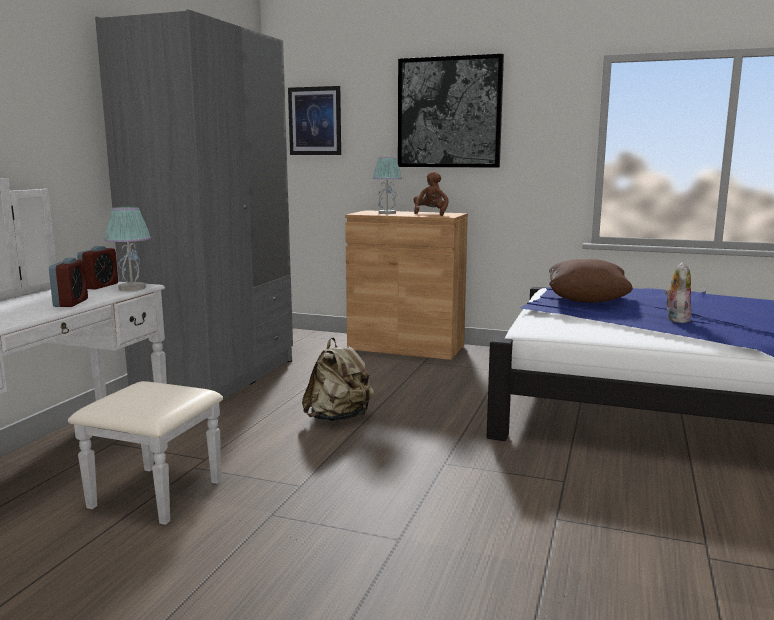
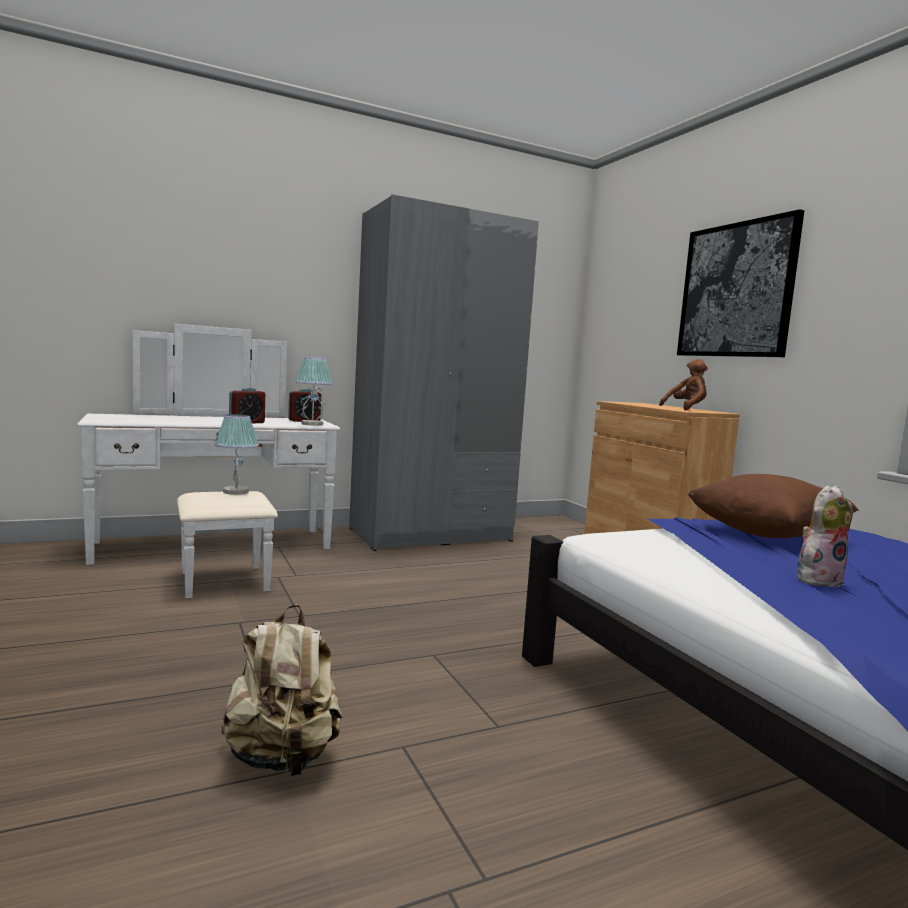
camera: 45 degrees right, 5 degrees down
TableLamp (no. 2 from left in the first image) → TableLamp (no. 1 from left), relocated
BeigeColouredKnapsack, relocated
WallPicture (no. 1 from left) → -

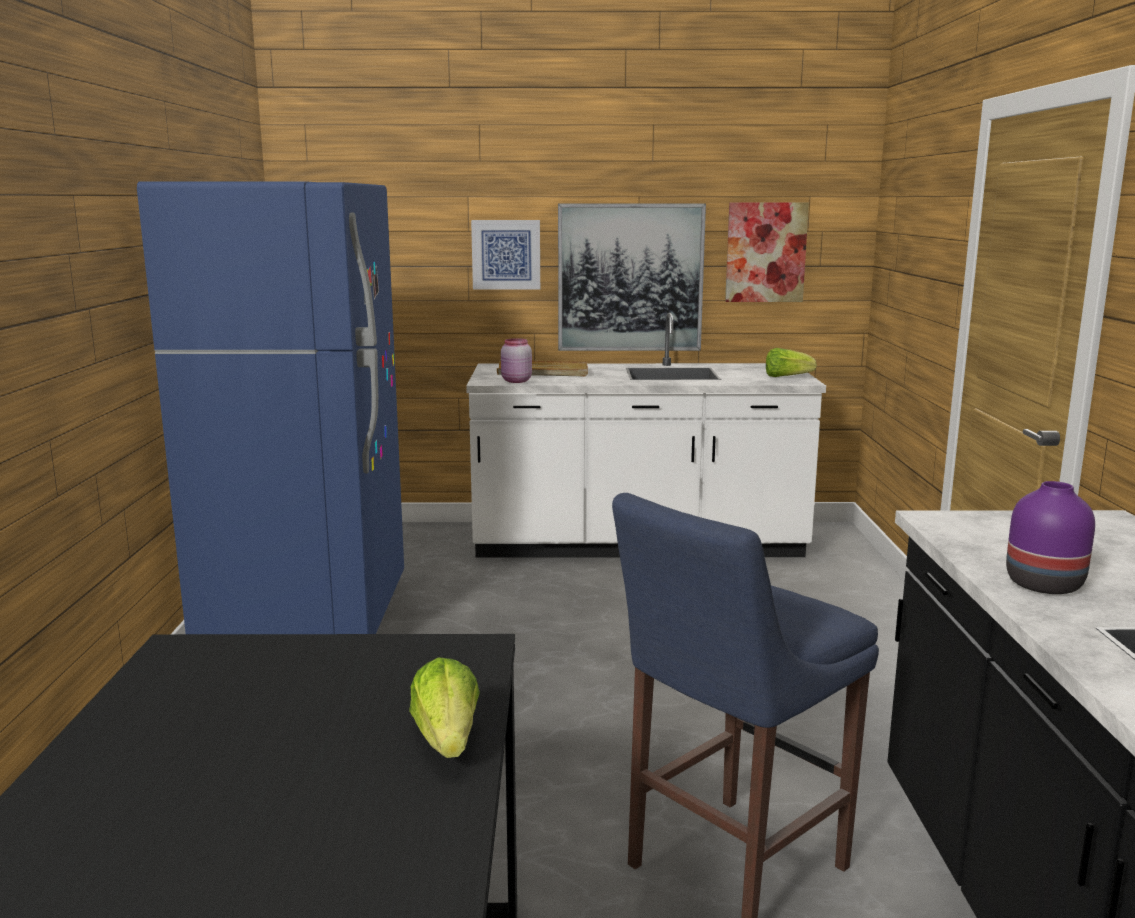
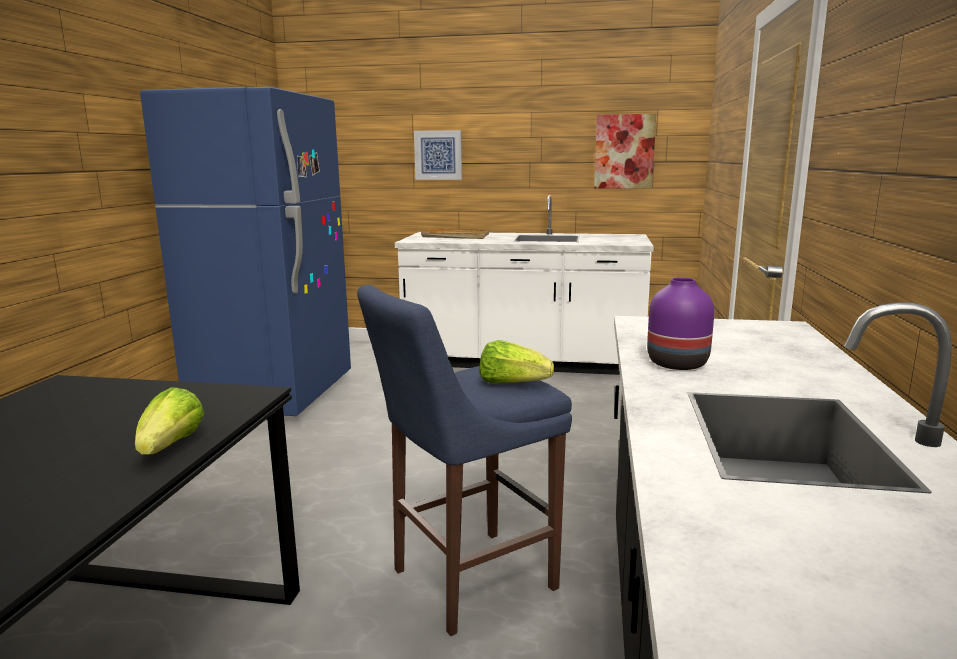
camera: 10 degrees right, 0 degrees up
HeadOfLettuce (no. 2 from left), relocated
PinkPreserveJar → -
WallPicture (no. 2 from left) → -

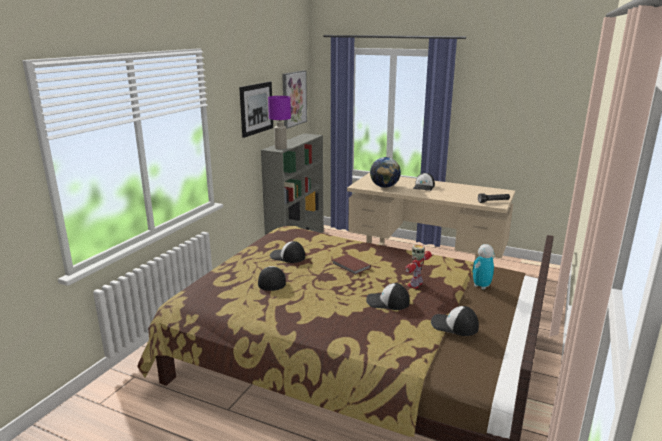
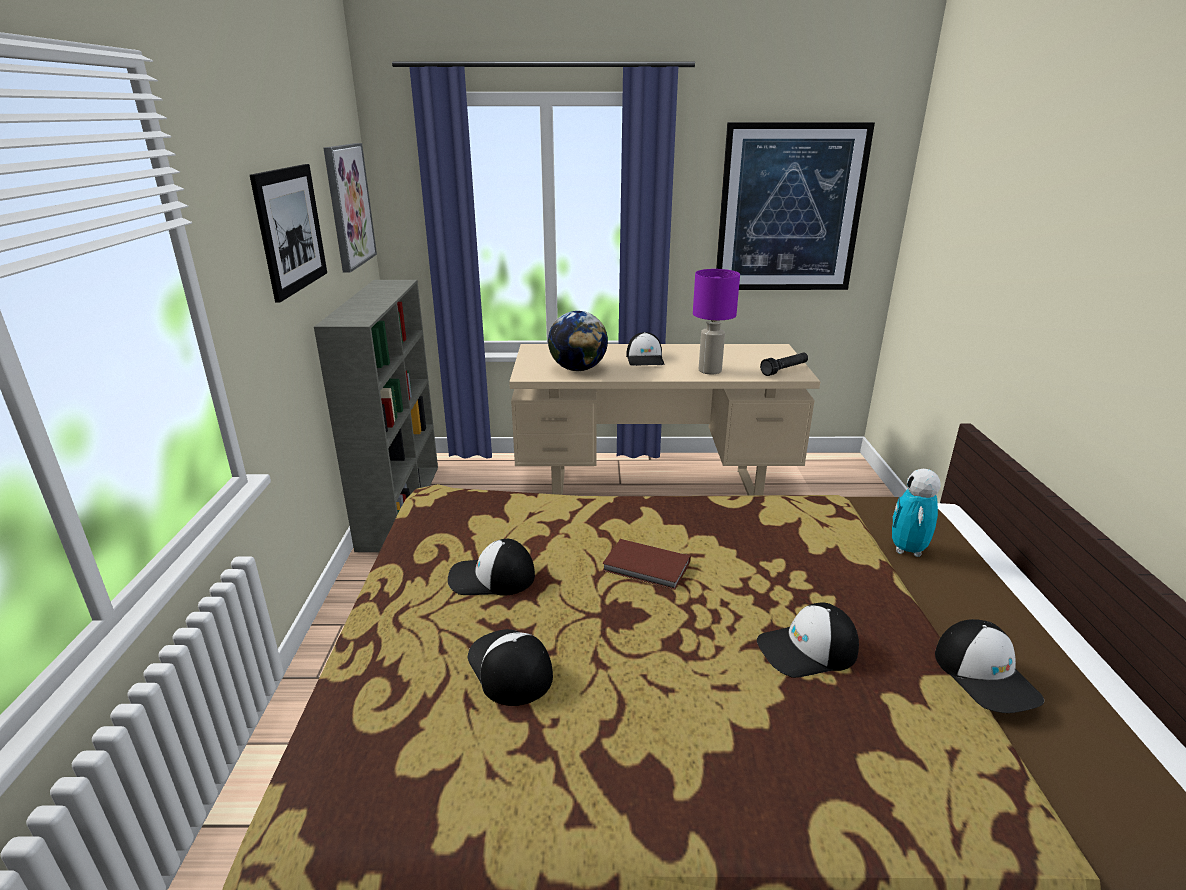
camera: 25 degrees left, 5 degrees up
PurpleColouredTableLamp, relocated
- → WallPicture (no. 3 from left)
PeakedCap (no. 5 from left), 105 degrees counterclockwise
ModelRobot (no. 1 from left) → -

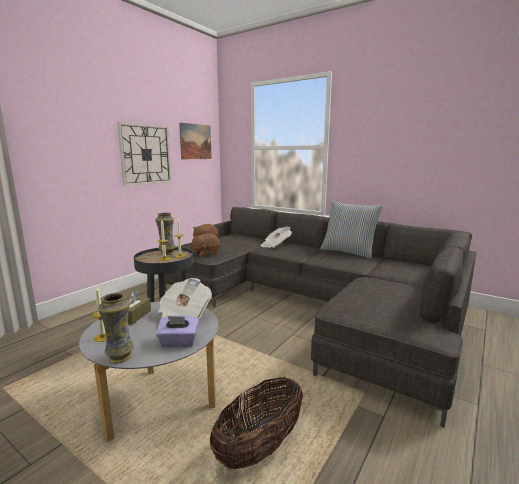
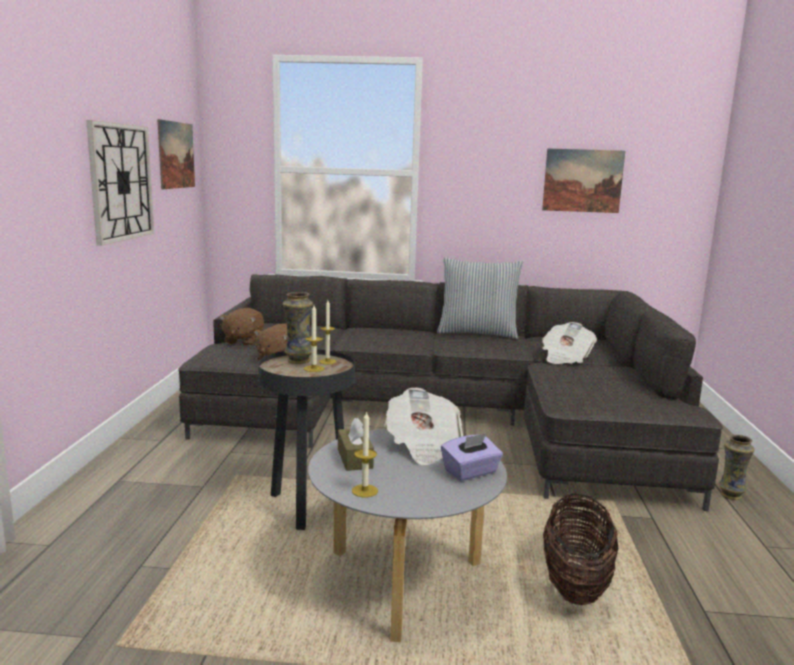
camera: 30 degrees left, 0 degrees up
- → WallPicture (no. 2 from left)
PrintedPaper (no. 2 from left), relocated
Vase (no. 1 from left in the first image) → Vase (no. 2 from left), relocated

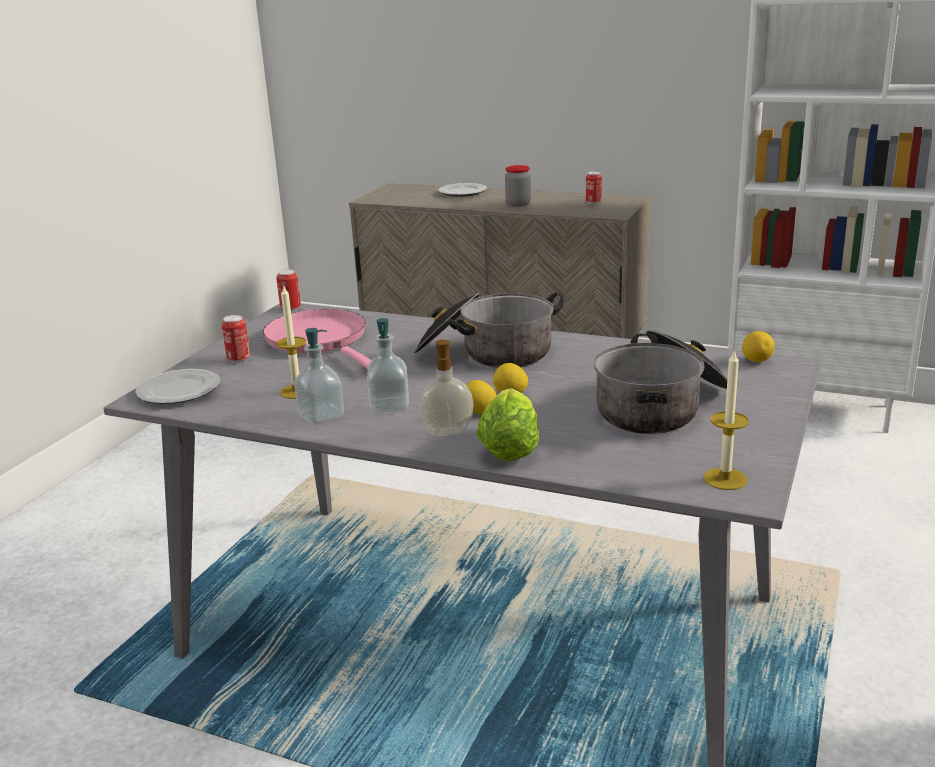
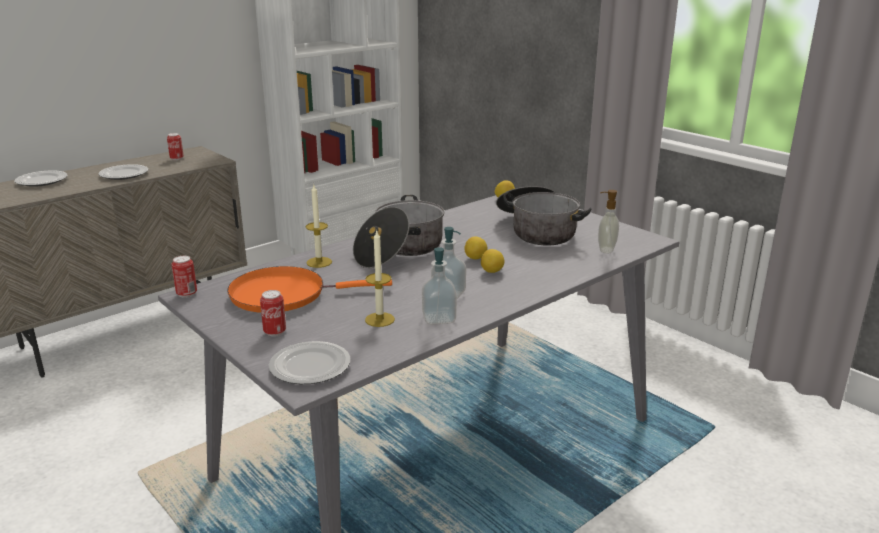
camera: 65 degrees left, 0 degrees up
PreserveJar → Plate (no. 2 from left)
PinkPan → OrangePan
Candle (no. 2 from left in the first image) → Candle (no. 1 from left), relocated
LiquidSoapBottle (no. 3 from left), relocated
HeadOfLettuce → -

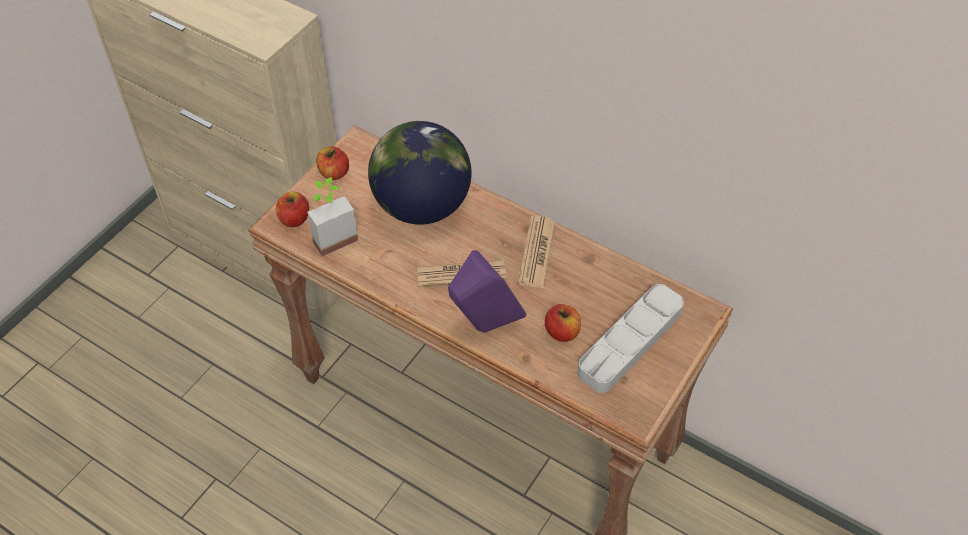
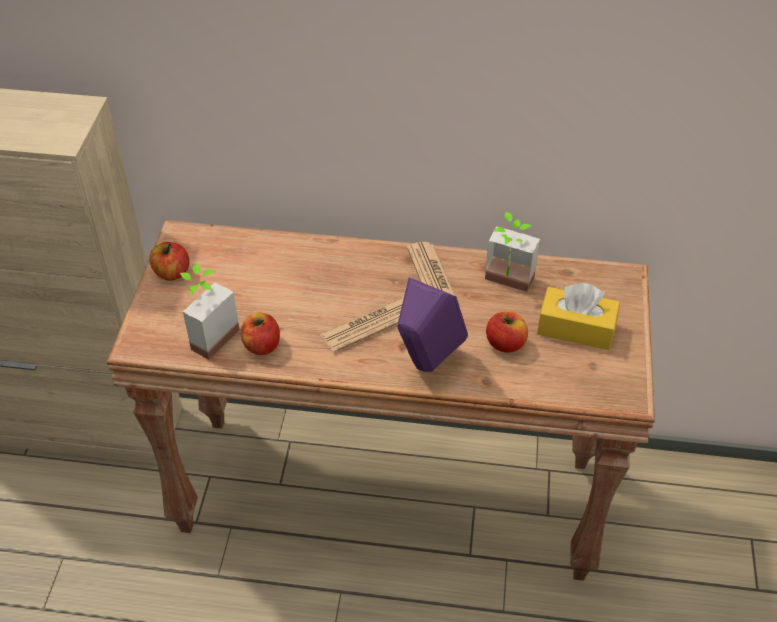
camera: 25 degrees left, 5 degrees down
WholeApple (no. 1 from left in the first image) → WholeApple (no. 2 from left), relocated
- → Houseplant (no. 2 from left)
GreyishTray → YellowTissueBox
WorldGlobe → -

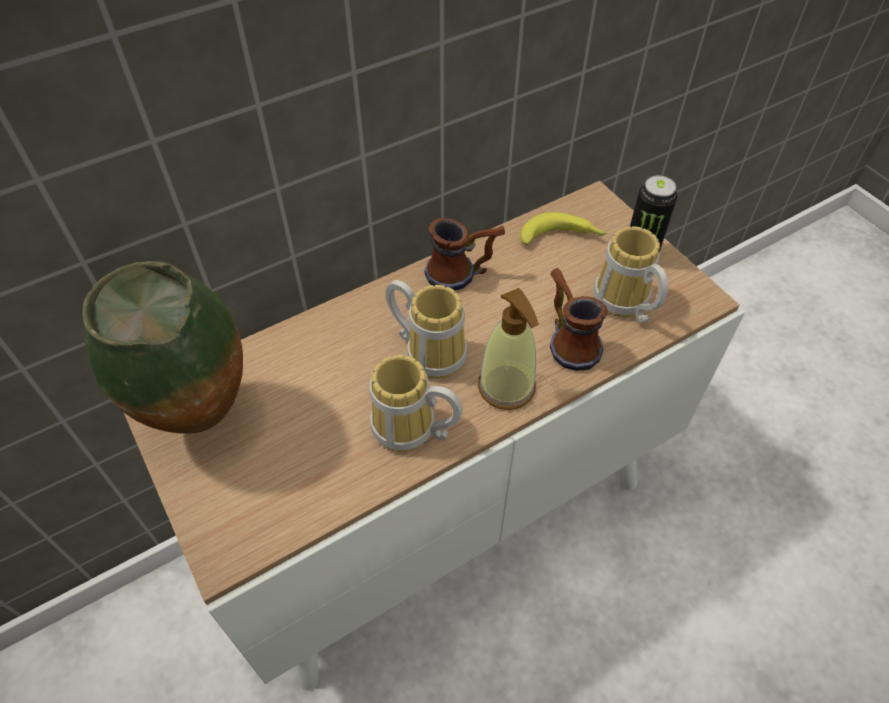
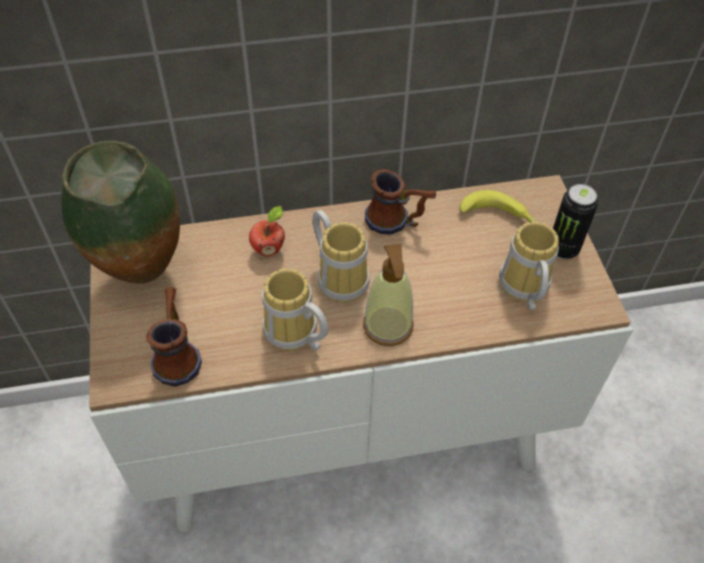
camera: 20 degrees right, 0 degrees up
CoffeeMug (no. 4 from left in the first image) → CoffeeMug (no. 1 from left), relocated
- → WholeApple

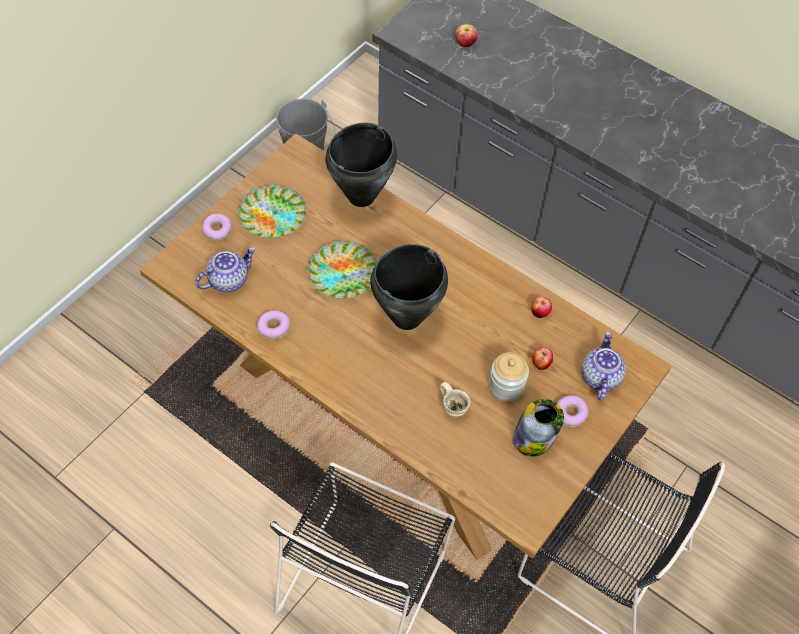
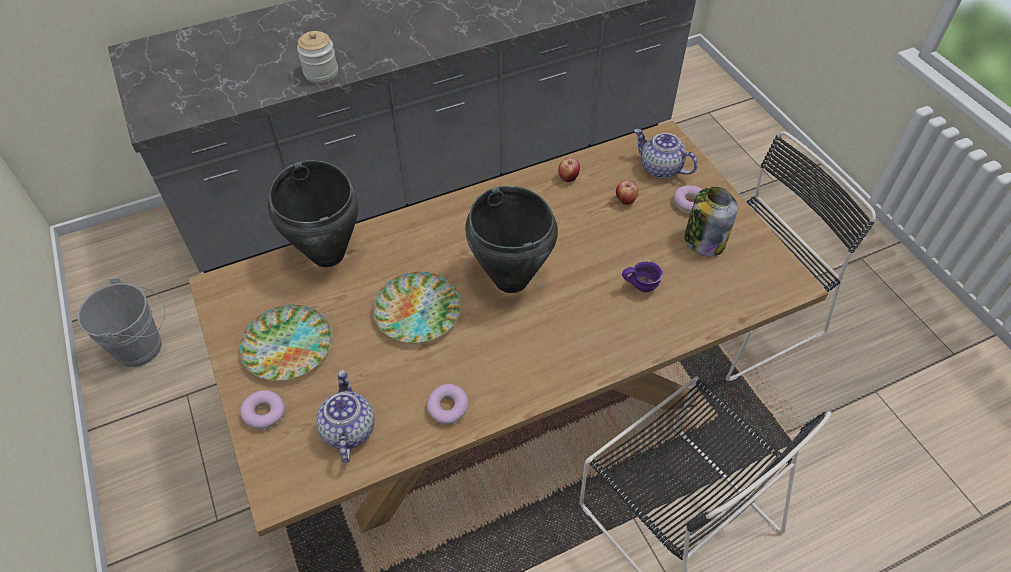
camera: 60 degrees left, 5 degrees down
PreserveJar (no. 1 from left), relocated
BeigeColouredCoffeeMug → PurpleColouredCoffeeMug
WholeApple (no. 1 from left) → -

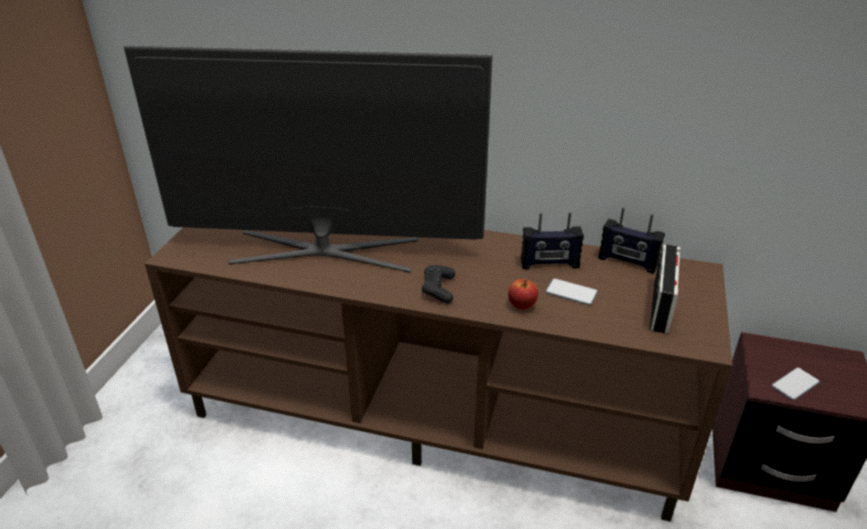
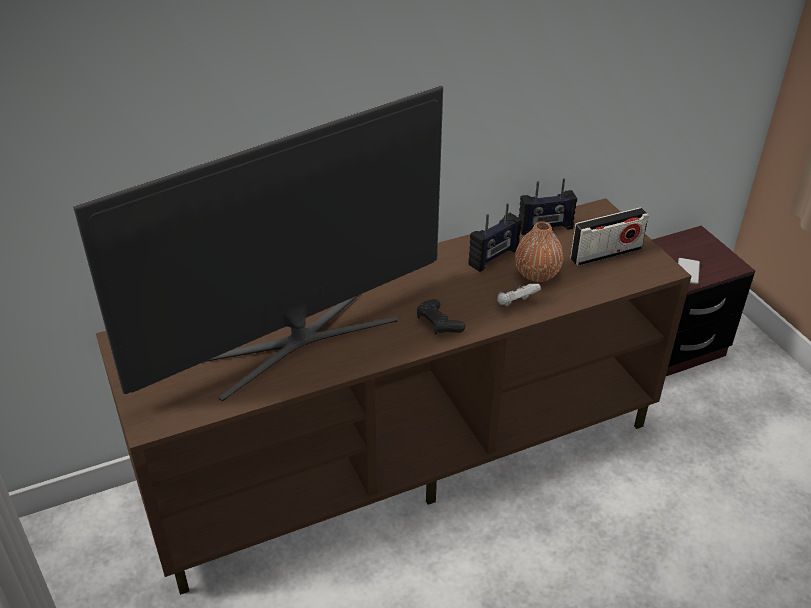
camera: 40 degrees left, 5 degrees up
WholeApple → WhiteGamepad
Telephone (no. 1 from left) → OrangeVase
Radio (no. 3 from left), 90 degrees clockwise

